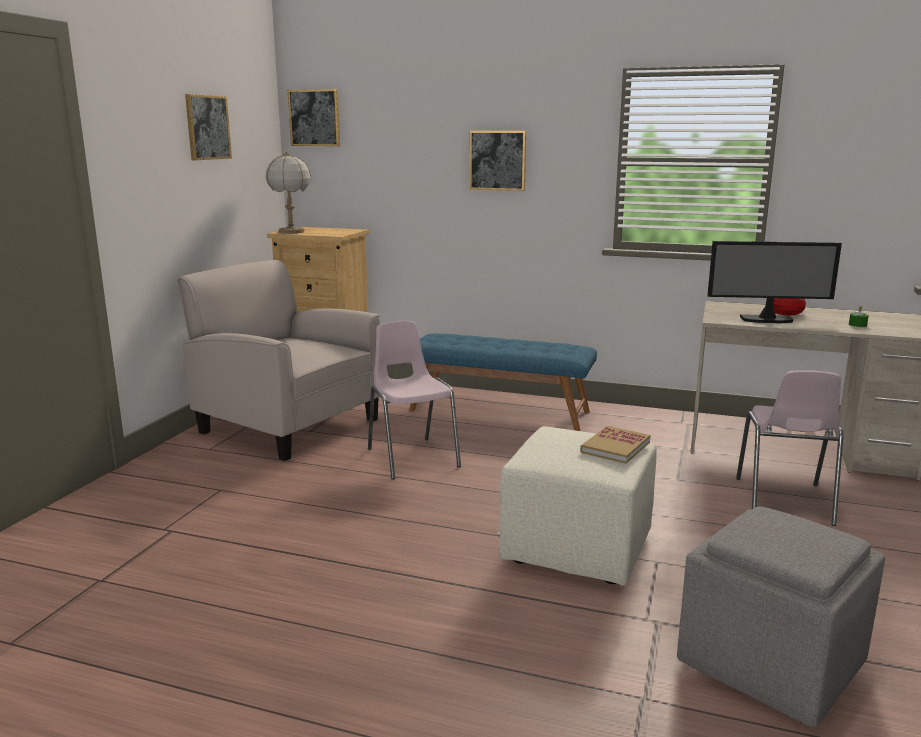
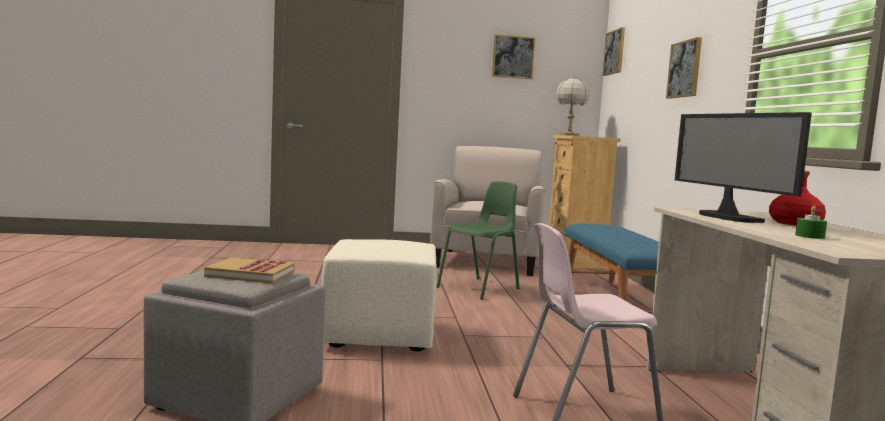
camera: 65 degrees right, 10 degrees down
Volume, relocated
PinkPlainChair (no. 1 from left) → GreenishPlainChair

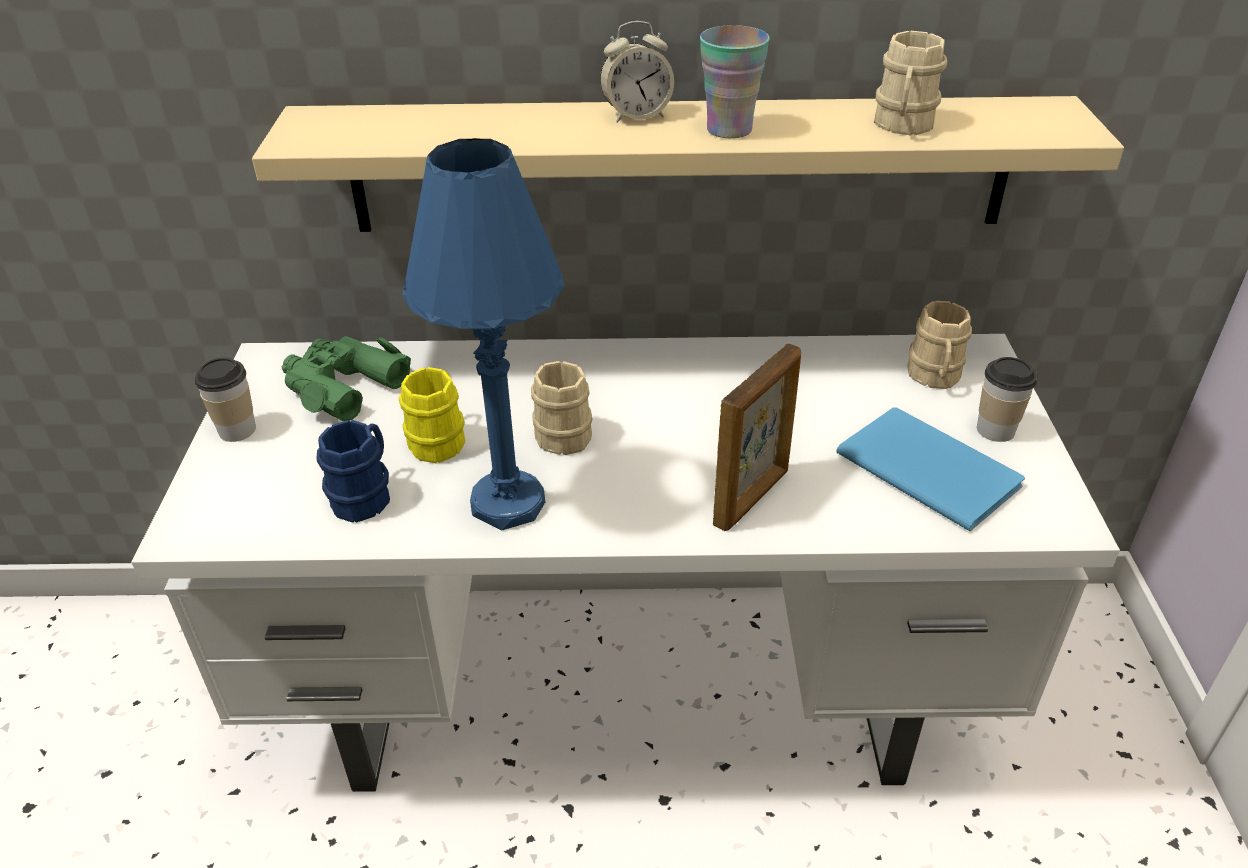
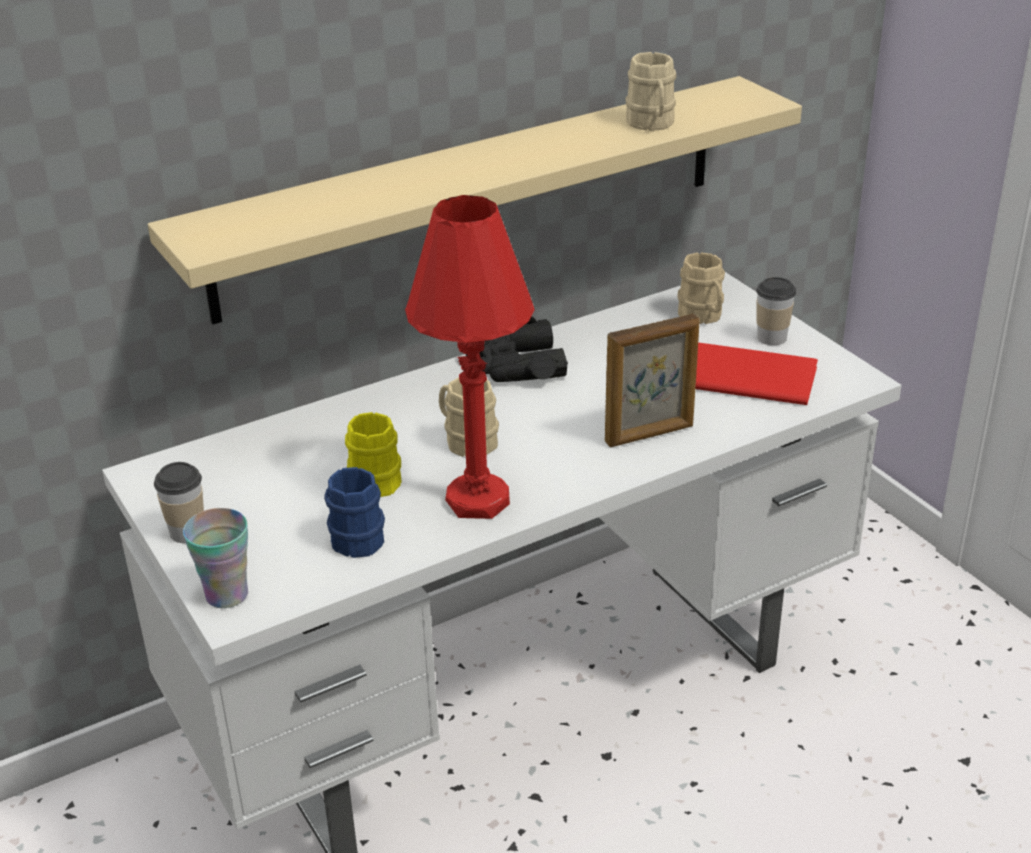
camera: 30 degrees left, 5 degrees down
Cup (no. 2 from left), relocated
BlueTableLamp → ReddishTableLamp
- → BlackPairOfBinoculars
PictureFrame, 60 degrees clockwise
BlueVolume → ReddishVolume
GreenishPairOfBinoculars → -
BedsideClock → -

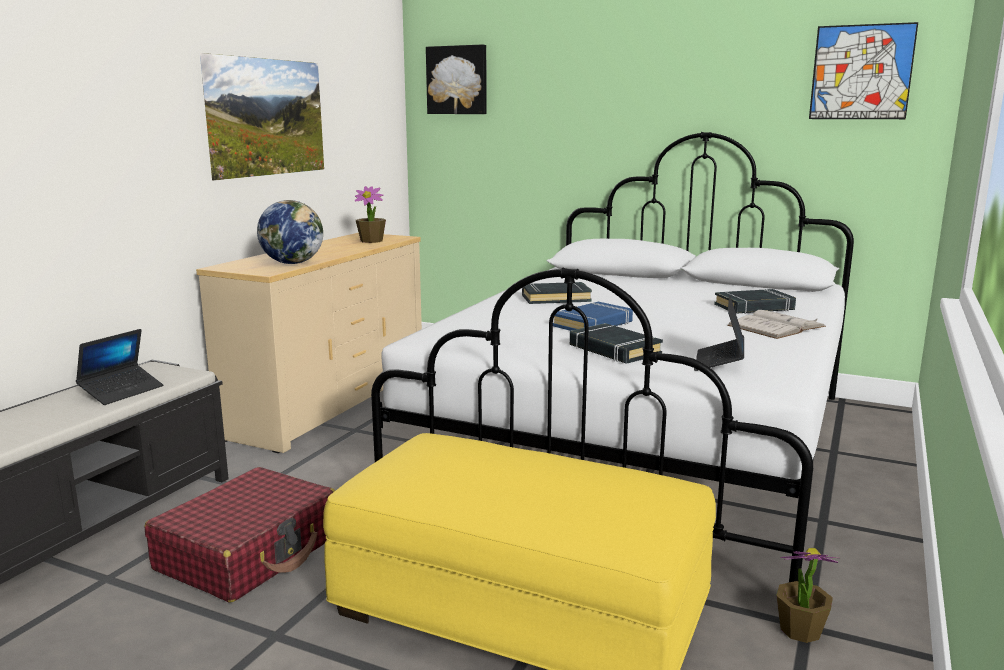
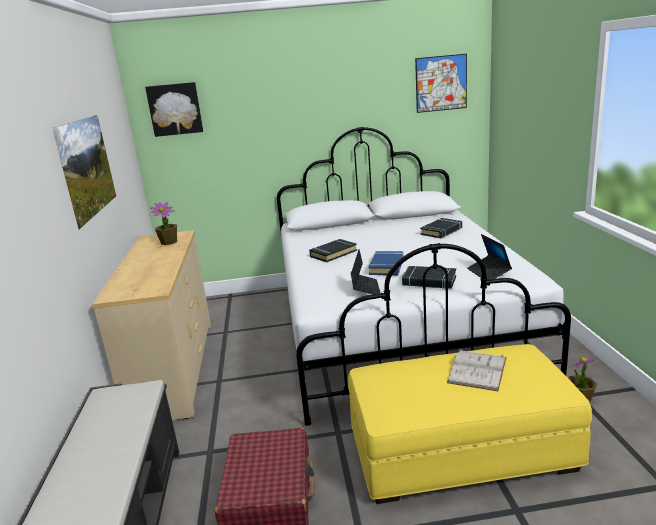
camera: 30 degrees left, 5 degrees up
NotebookComputer (no. 1 from left), relocated
WhiteVolume, relocated
WorldGlobe → -

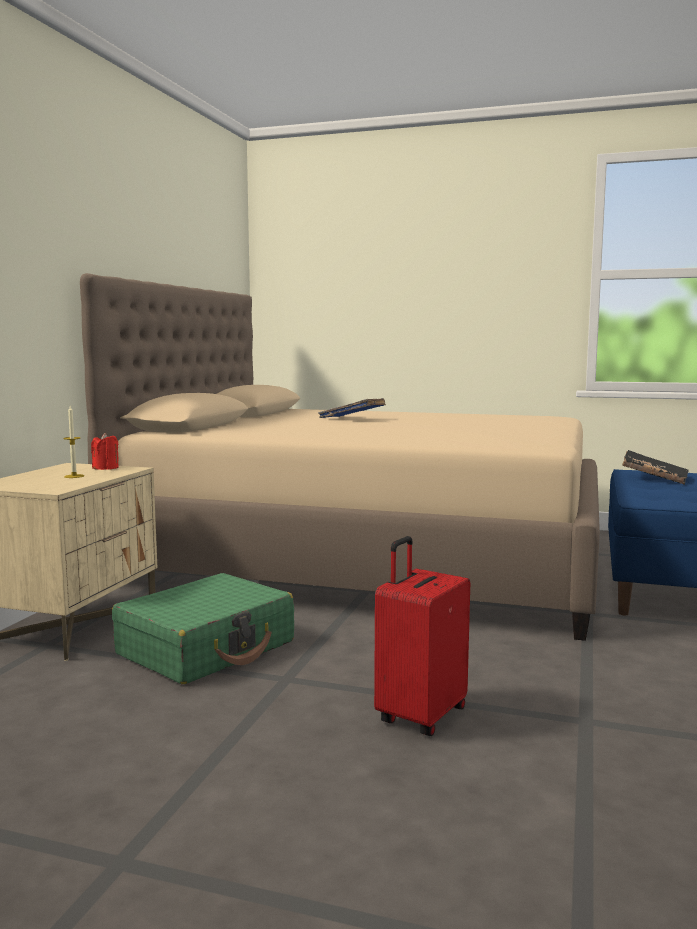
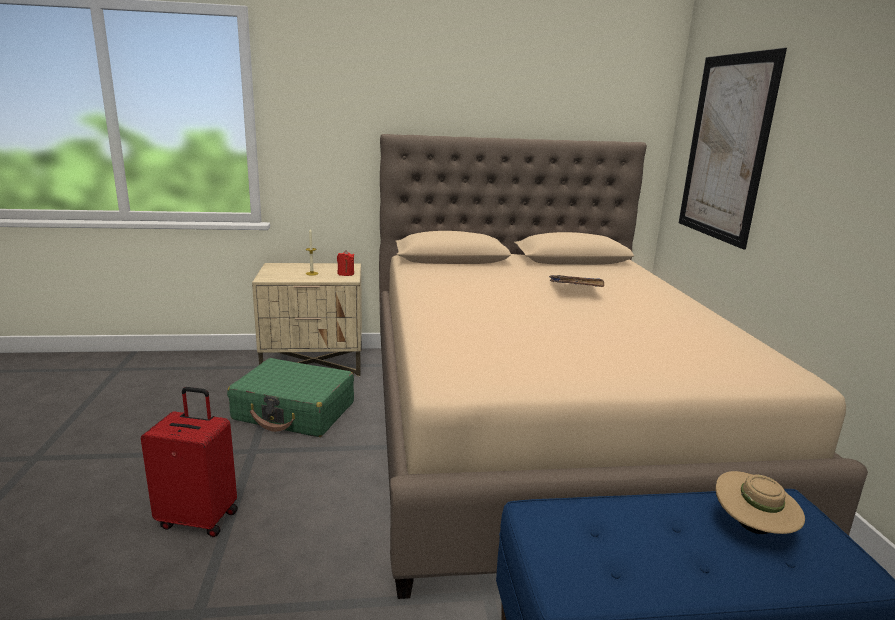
camera: 65 degrees right, 10 degrees up
- → WallPicture
BlackVolume → BeigeColouredClothingHat

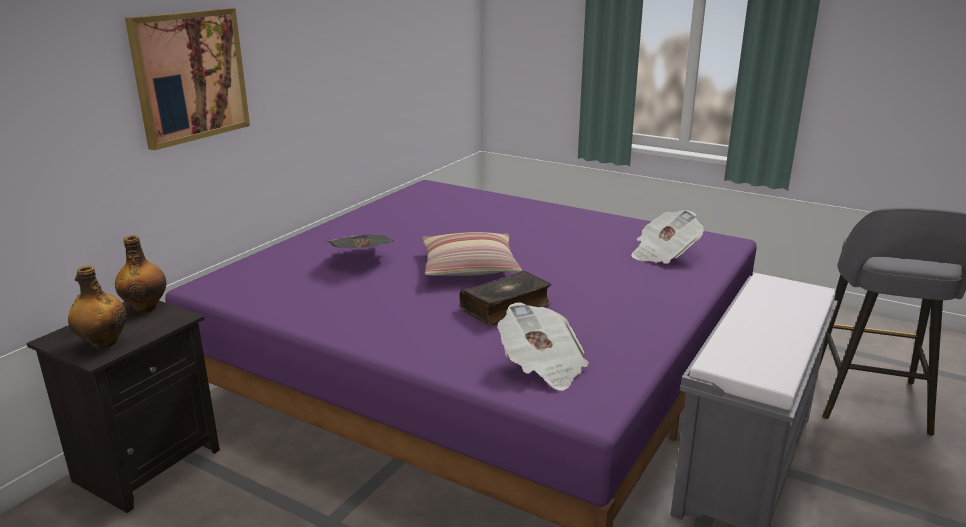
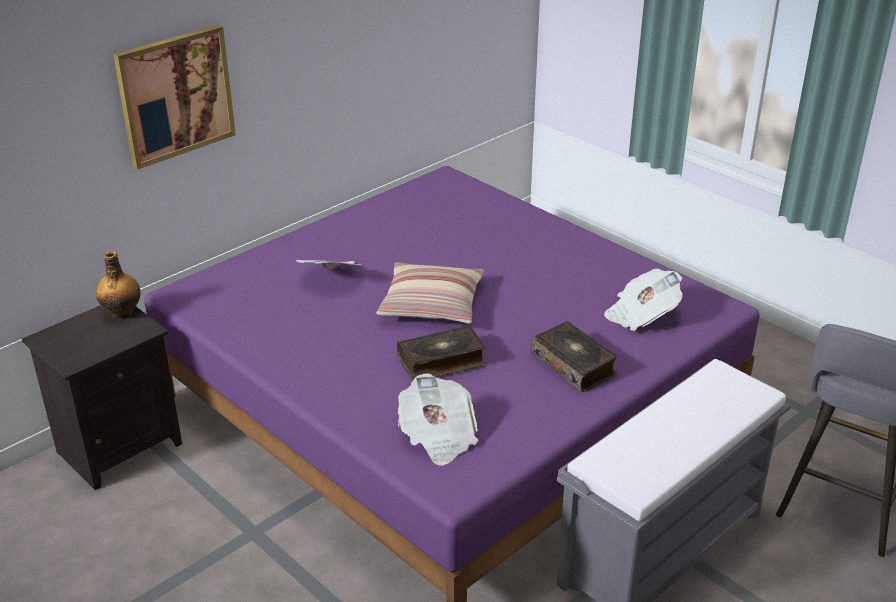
camera: 15 degrees right, 10 degrees up
- → Volume (no. 2 from left)
DrinkBottle (no. 1 from left) → -

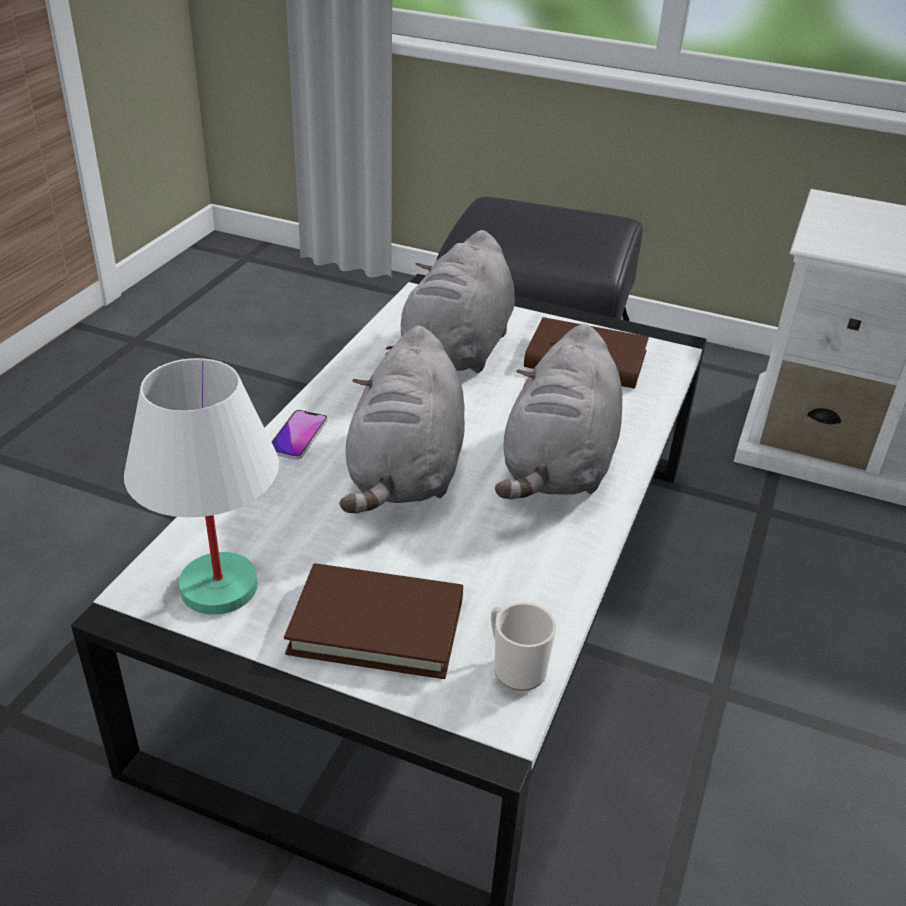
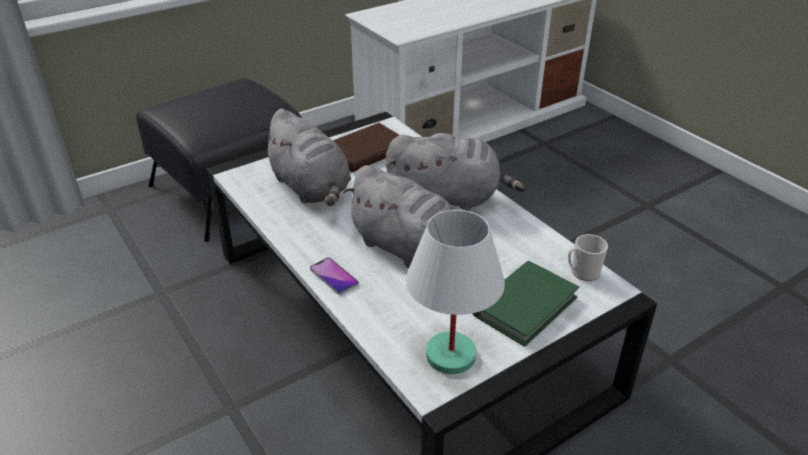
camera: 55 degrees left, 0 degrees up
GreyishSoftToy (no. 3 from left), 45 degrees counterclockwise
BrownVolume (no. 1 from left) → GreenishVolume

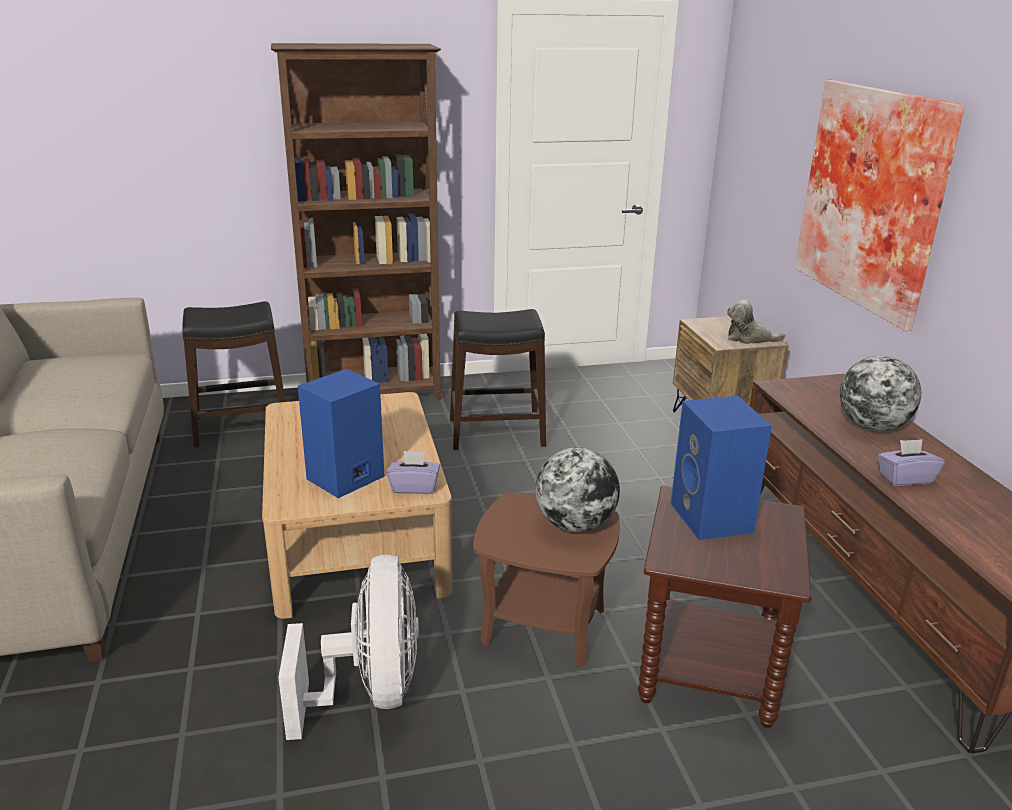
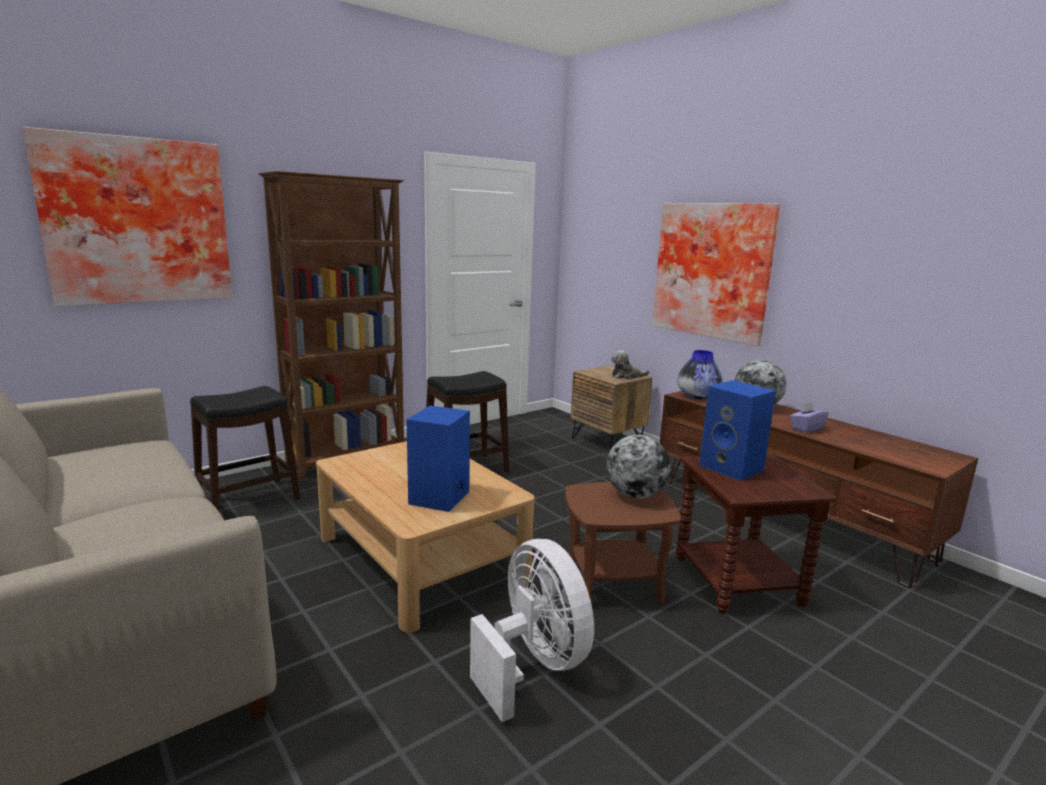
camera: 25 degrees left, 10 degrees down
- → WallPicture (no. 1 from left)
- → Vase
PurpleColouredTissueBox (no. 1 from left) → -

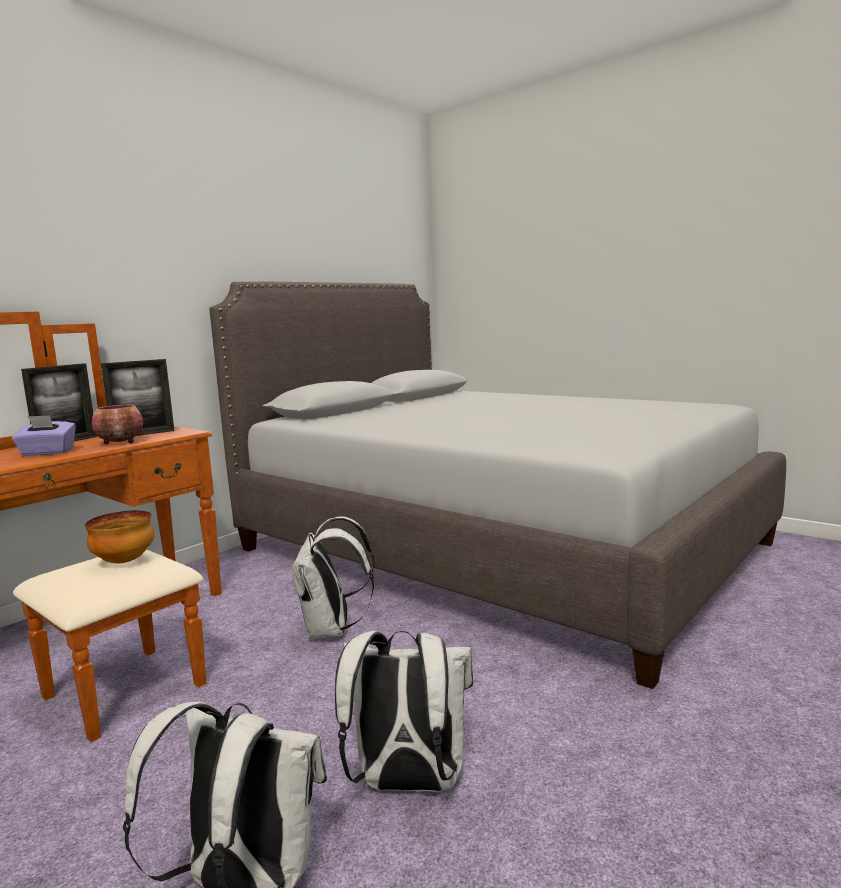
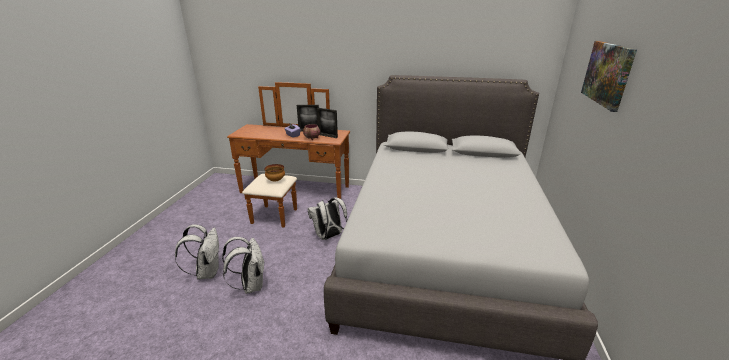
camera: 60 degrees right, 15 degrees up
- → WallPicture

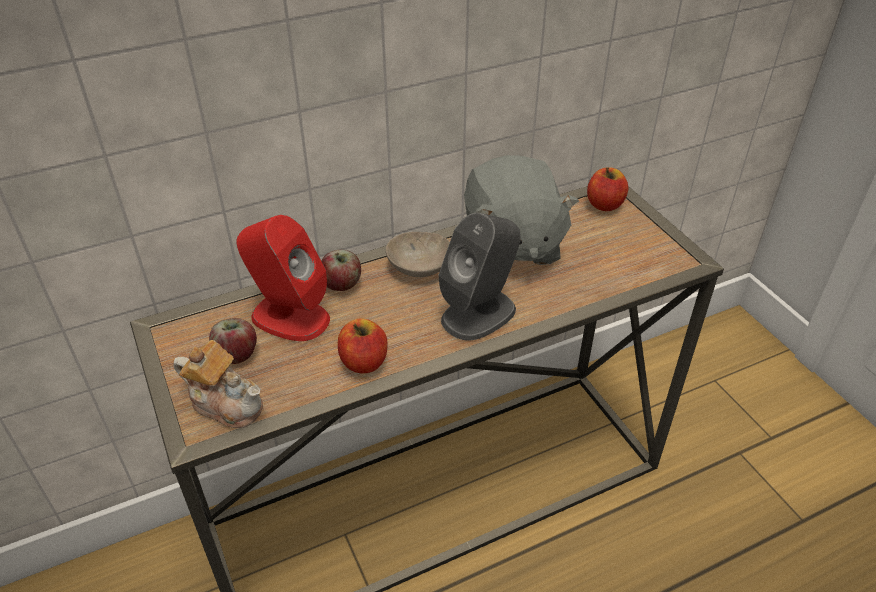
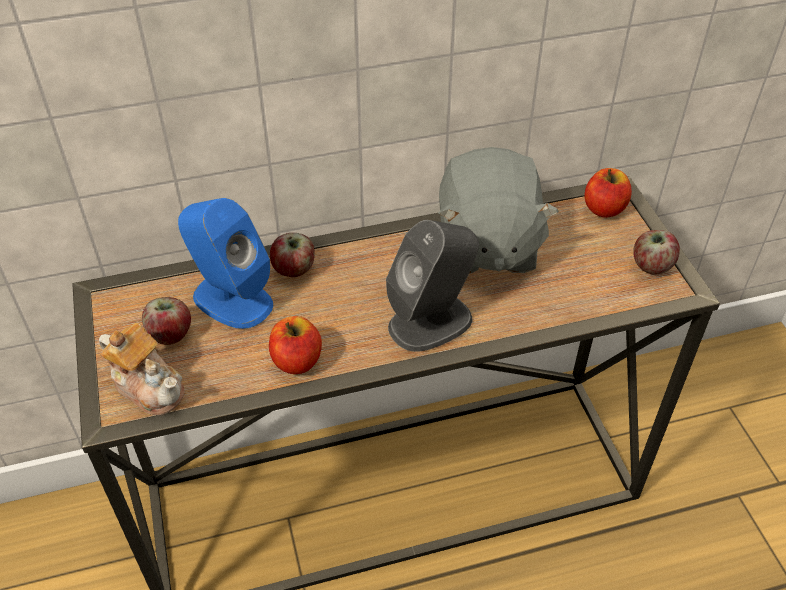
camera: 10 degrees right, 5 degrees up
ReddishLoudspeaker → BlueLoudspeaker
- → WholeApple (no. 5 from left)
BeigeColouredDeepDish → -

